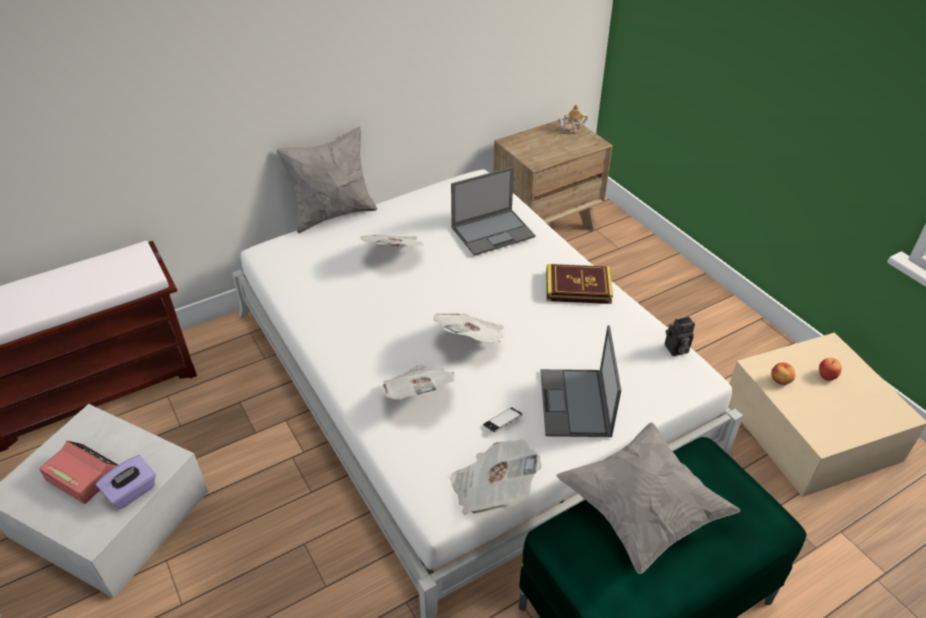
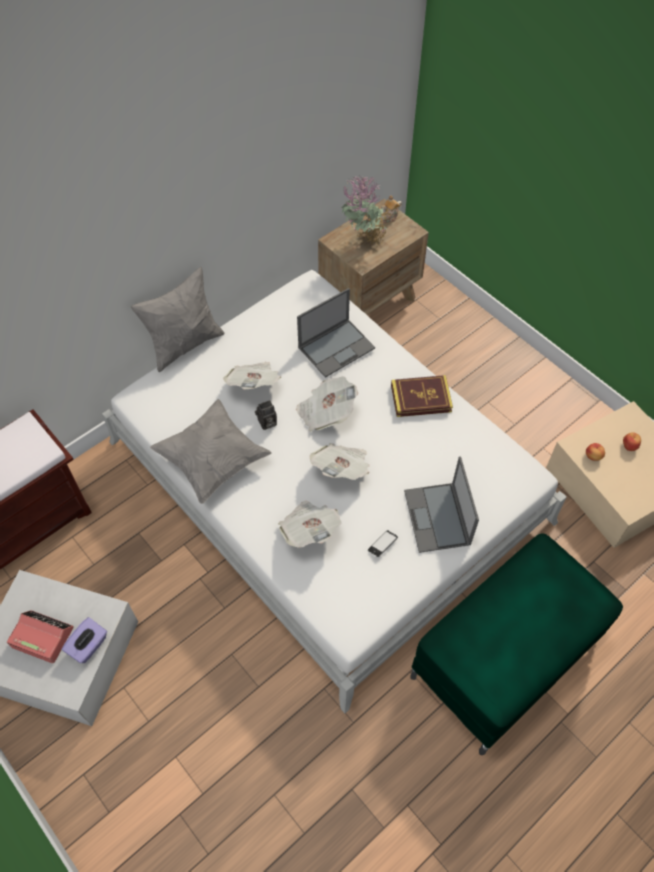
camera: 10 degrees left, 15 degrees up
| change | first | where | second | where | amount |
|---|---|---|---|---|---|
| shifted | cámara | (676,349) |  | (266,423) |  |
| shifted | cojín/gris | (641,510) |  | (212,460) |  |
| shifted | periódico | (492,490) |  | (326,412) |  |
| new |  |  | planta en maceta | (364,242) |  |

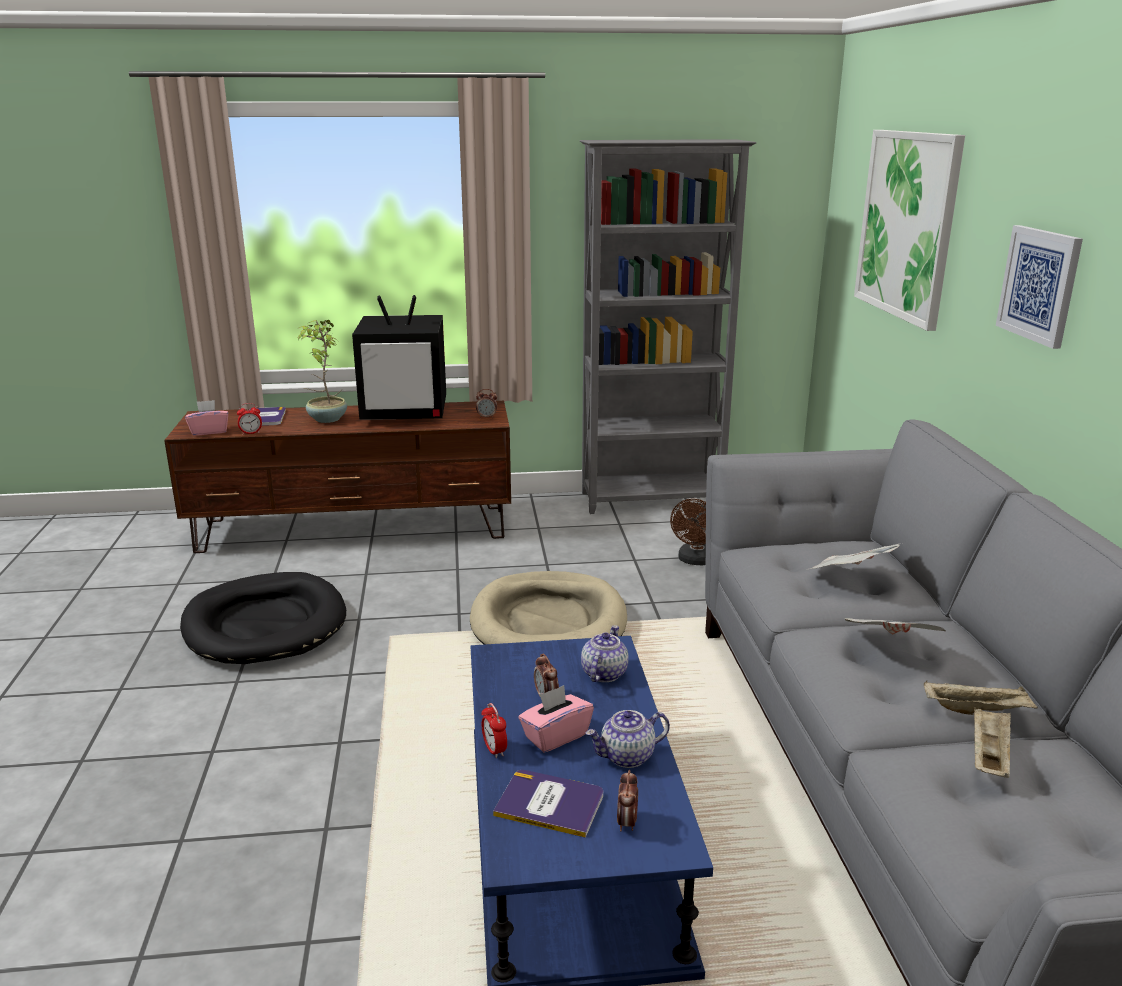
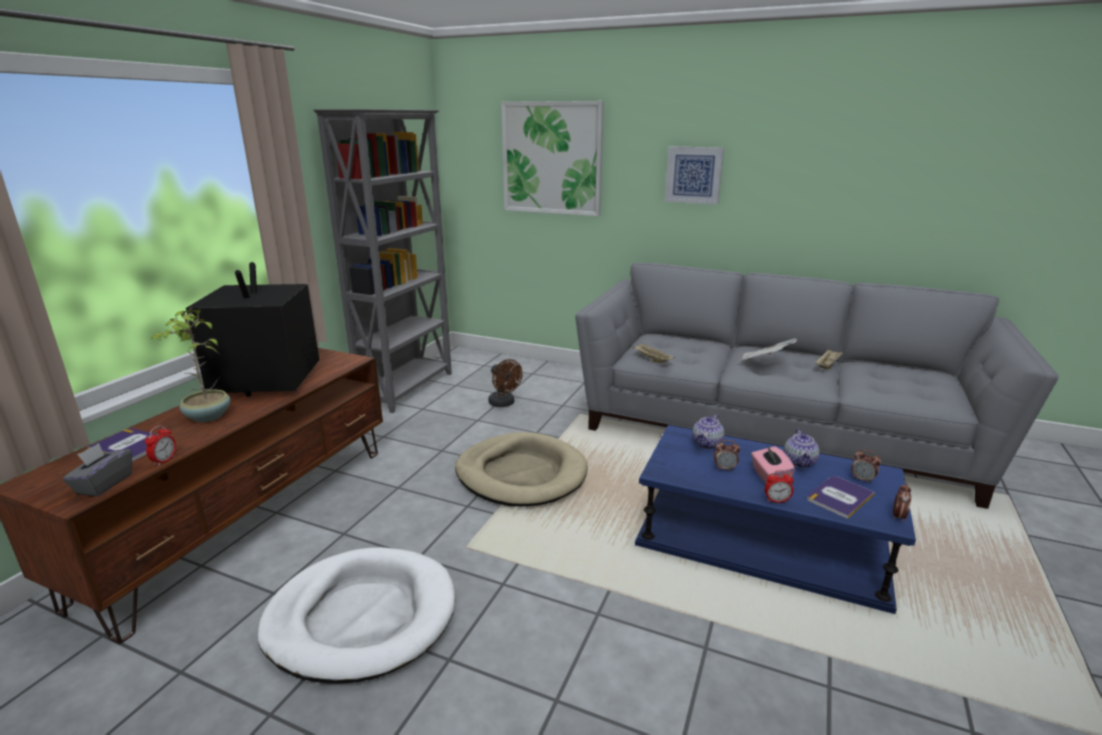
camera: 60 degrees left, 0 degrees up
| change | first | where | second | where | amount |
|---|---|---|---|---|---|
| rotated | televisor | (406,413) |  | (266,382) | 150 degrees clockwise |
| shifted | despertador | (487,417) |  | (898,516) |  |
| repainted | caja de pañuelos/rosa | (209,431) | caja de pañuelos/gris | (104,484) |  |
| gone | periódico | (851,577) |  |  |  |
| repainted | cama para perro/negro | (265,624) | cama para perro/blanco | (361,617) |  |
| rotated | tetera | (603,673) |  | (707,444) | 105 degrees counterclockwise |
| shifted | bandeja/beis | (988,756) |  | (652,360) |  |

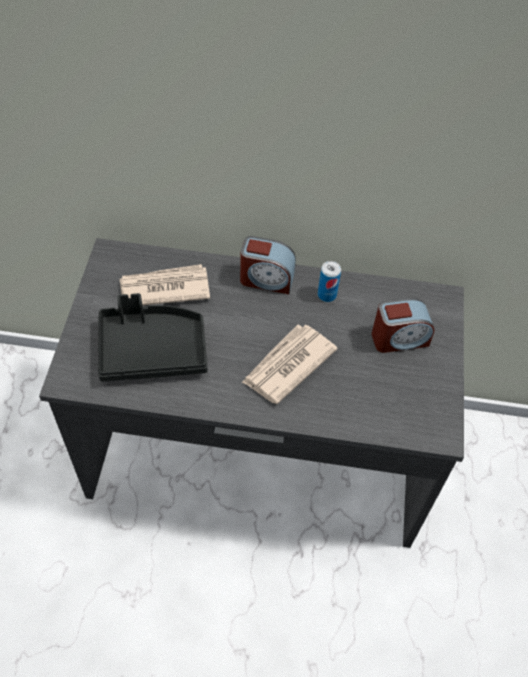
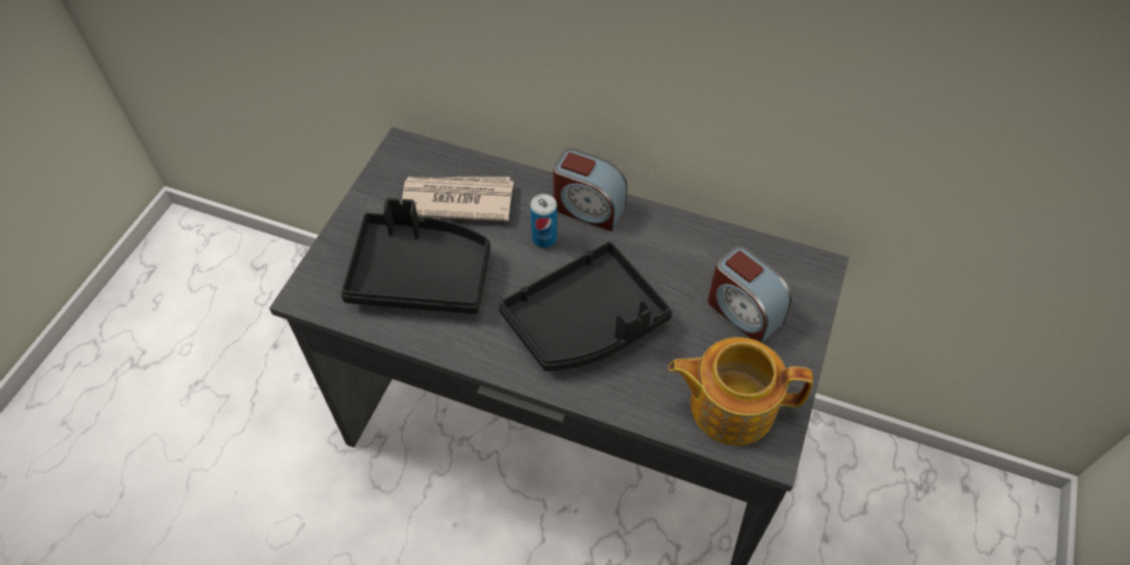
camera: 15 degrees right, 0 degrees up
| change | first | where | second | where | amount |
|---|---|---|---|---|---|
| shifted | lata | (327,295) |  | (544,238) |  |
| rotated | despertador | (399,338) |  | (743,311) | 45 degrees clockwise |
| swapped | periódico | (287,365) | bandeja/negro | (586,322) |  |
| new |  |  | tetera | (730,405) |  |

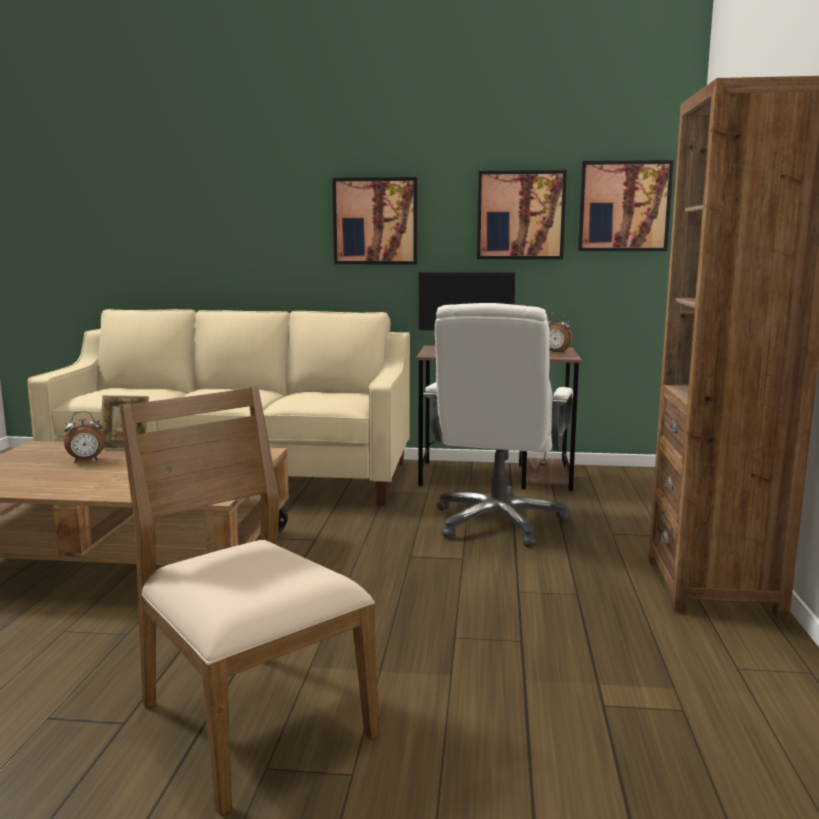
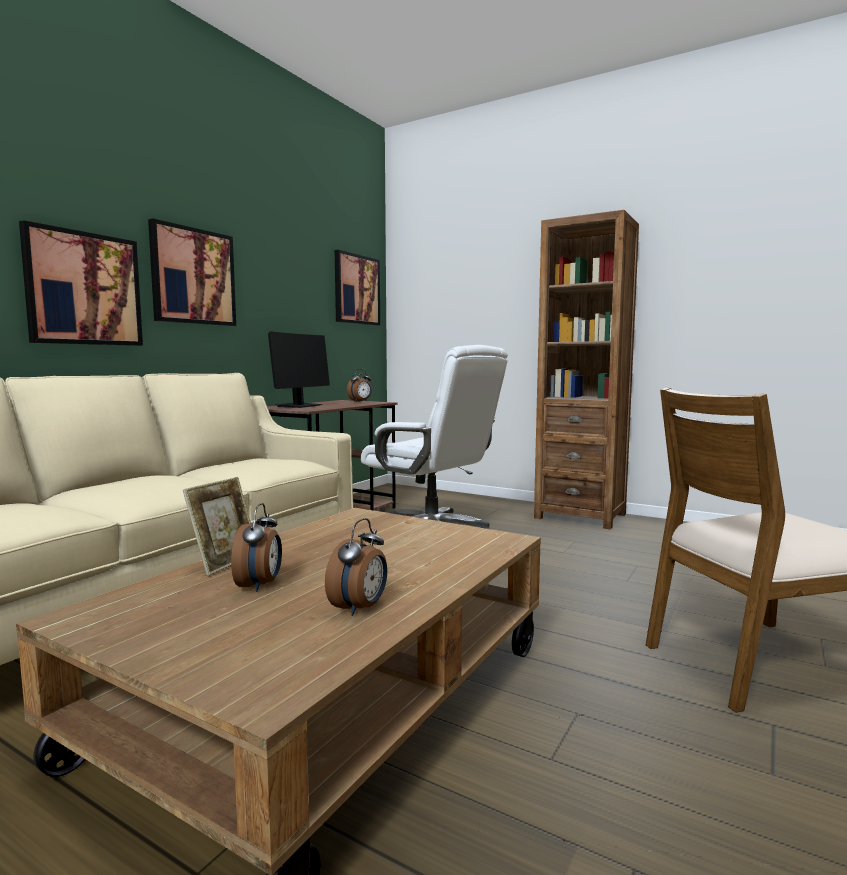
camera: 65 degrees left, 5 degrees down
| change | first | where | second | where | amount |
|---|---|---|---|---|---|
| shifted | cuadro | (520,215) |  | (84,289) |  |
| new |  |  | despertador | (360,608) |  |

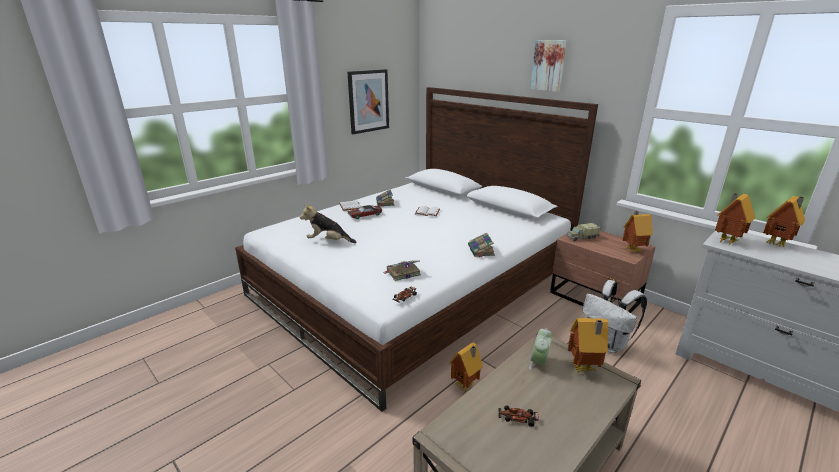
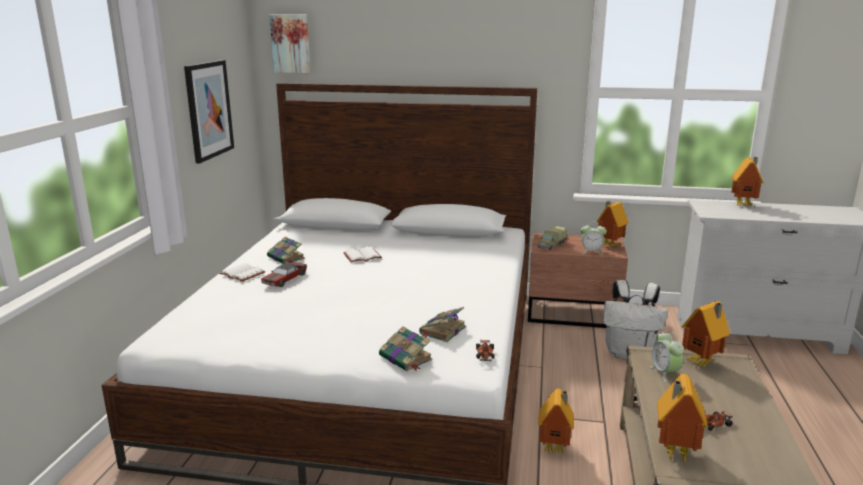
camera: 35 degrees left, 5 degrees down
| change | first | where | second | where | amount |
|---|---|---|---|---|---|
| shifted | cuadro | (548,65) |  | (291,43) |  |
| shifted | casita | (726,241) |  | (673,452) |  |
| gone | peluche | (328,241) |  |  |  |
| shifted | libro | (481,251) |  | (406,358) |  |
| new |  |  | despertador | (591,252) |  |

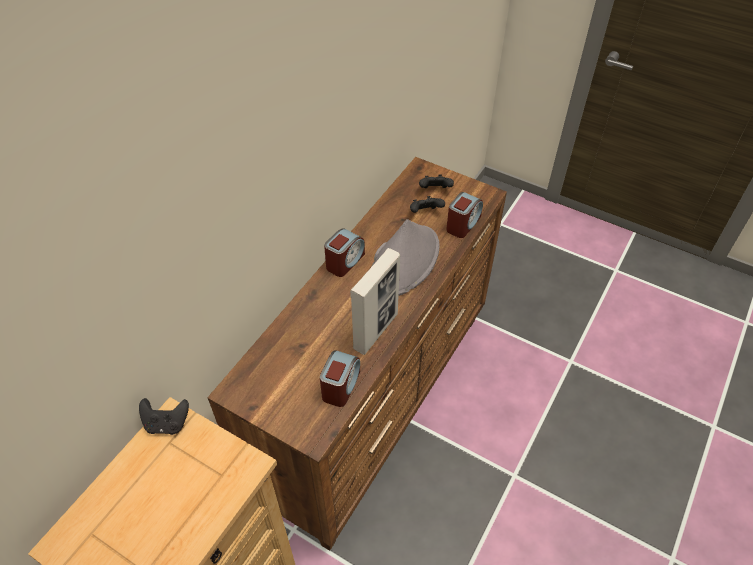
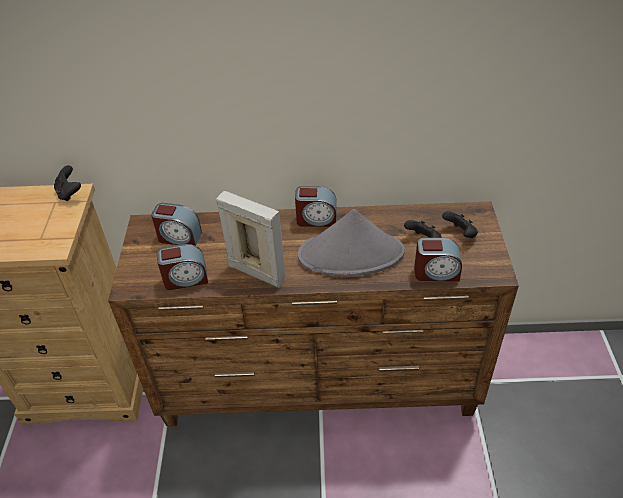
camera: 60 degrees right, 5 degrees down
| change | first | where | second | where | amount |
|---|---|---|---|---|---|
| rotated | portarretratos | (375,331) |  | (256,273) | 150 degrees counterclockwise |
| new |  |  | despertador | (179,237) |  |

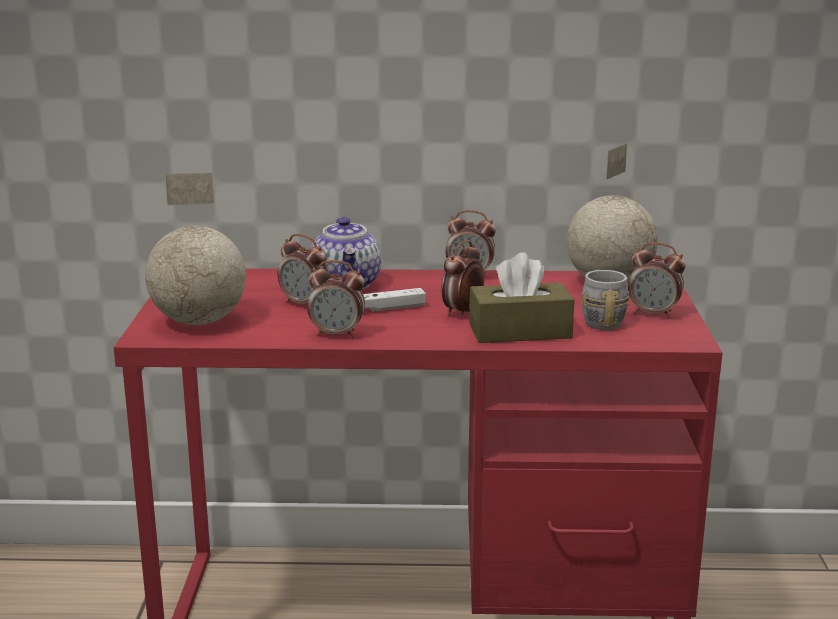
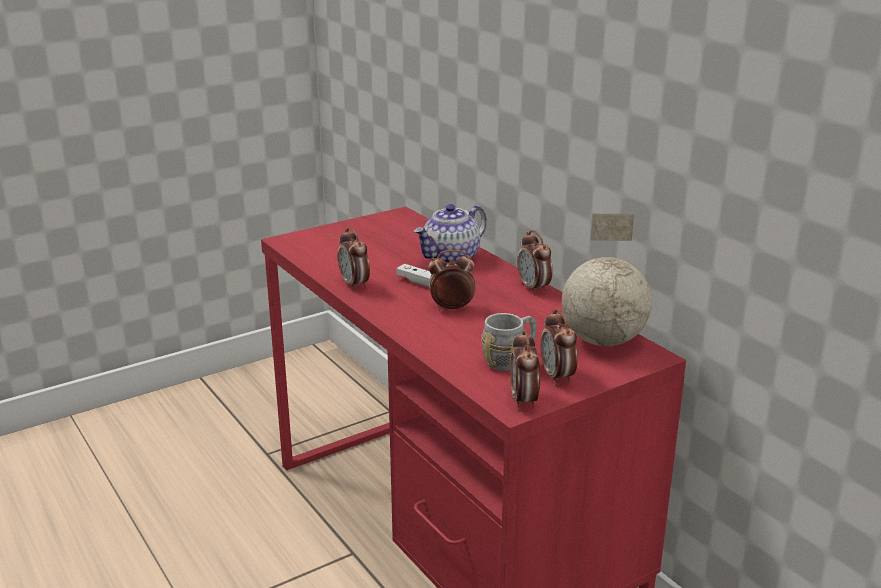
camera: 55 degrees right, 5 degrees up
| change | first | where | second | where | amount |
|---|---|---|---|---|---|
| gone | globo terráqueo | (200,322) |  |  |  |
| shifted | despertador | (305,304) |  | (524,401) |  |
| gone | caja de pañuelos/marrón | (520,331) |  |  |  |

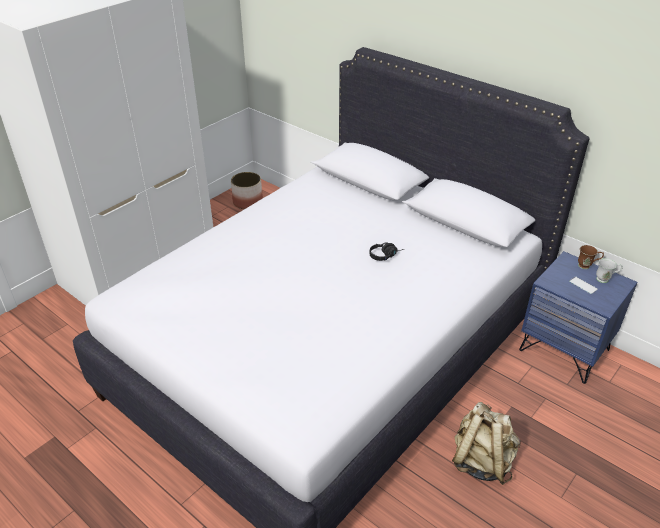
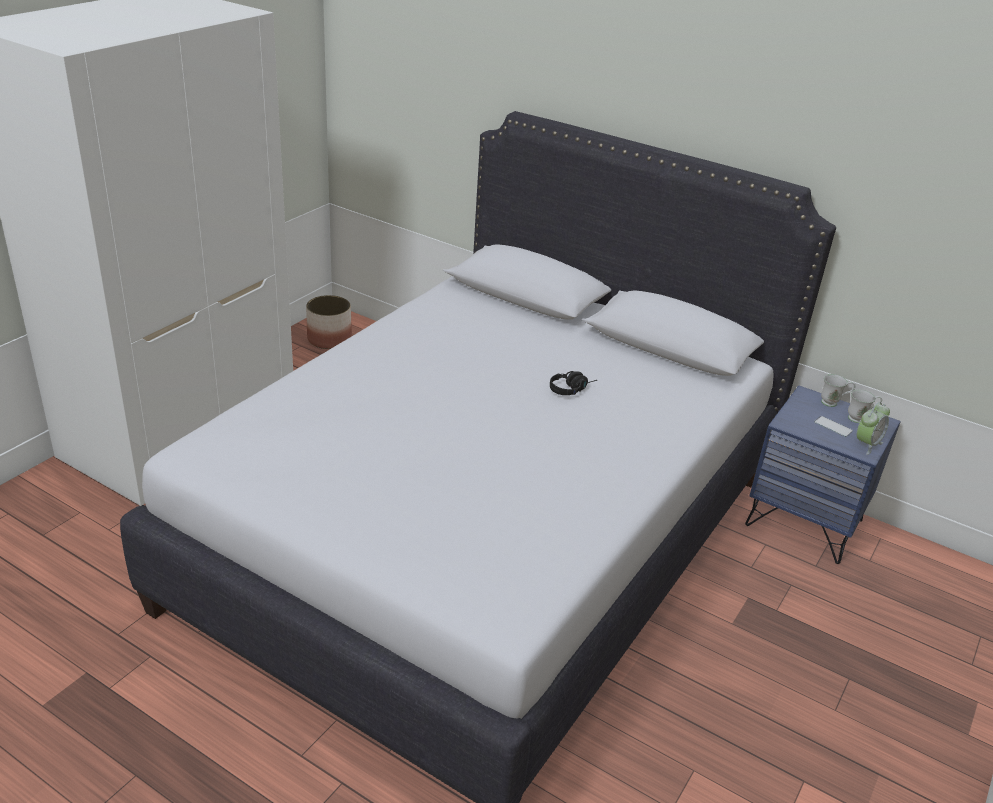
camera: 10 degrees left, 5 degrees down
| change | first | where | second | where | amount |
|---|---|---|---|---|---|
| repainted | taza grande/marrón | (587,266) | taza grande/blanco | (833,403) |  |
| gone | mochila/beis | (481,461) |  |  |  |
| new |  |  | despertador | (867,444) |  |

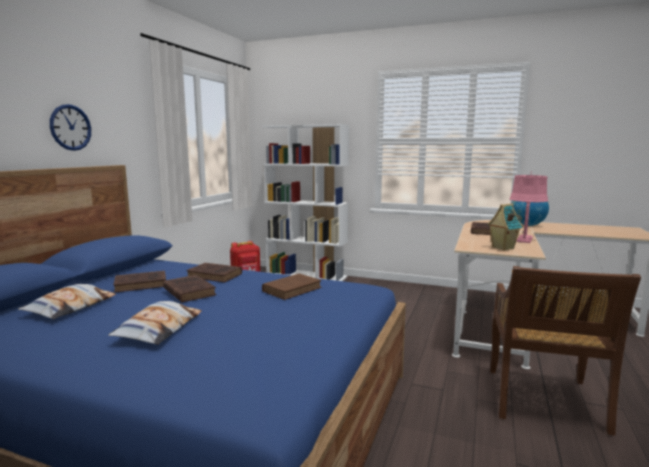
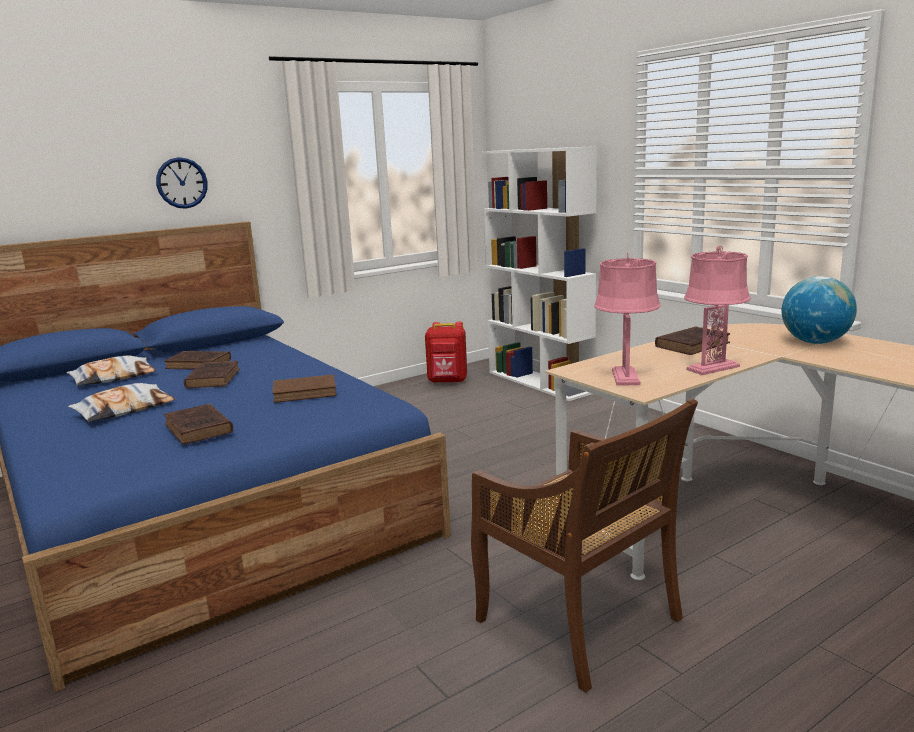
camera: 35 degrees right, 5 degrees up
| change | first | where | second | where | amount |
|---|---|---|---|---|---|
| swapped | casita | (502,248) | lámpara de mesa/rosa | (625,377) |  |
| shifted | libro/marrón | (216,275) |  | (199,429) |  |
| rotated | silla/marrón | (544,401) |  | (580,622) | 90 degrees counterclockwise |

